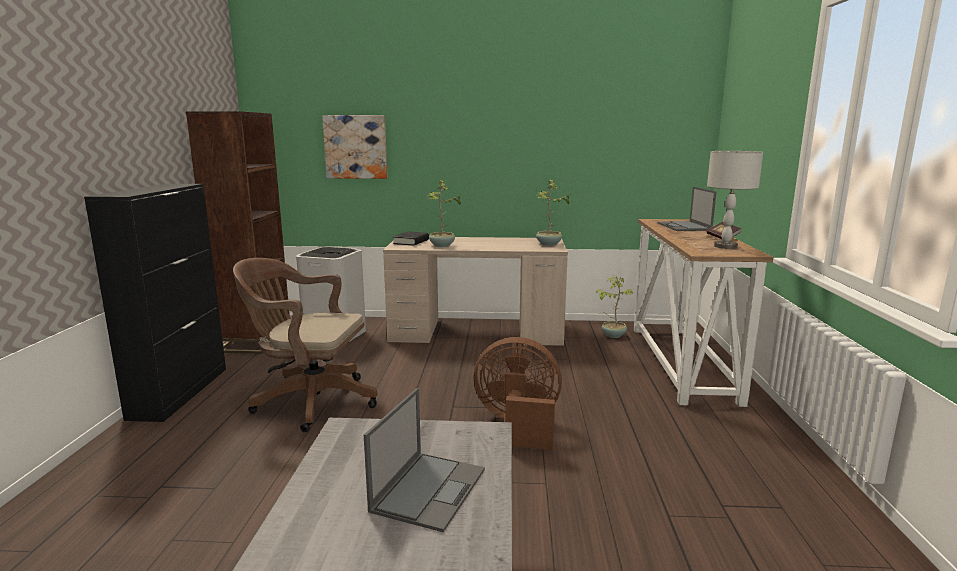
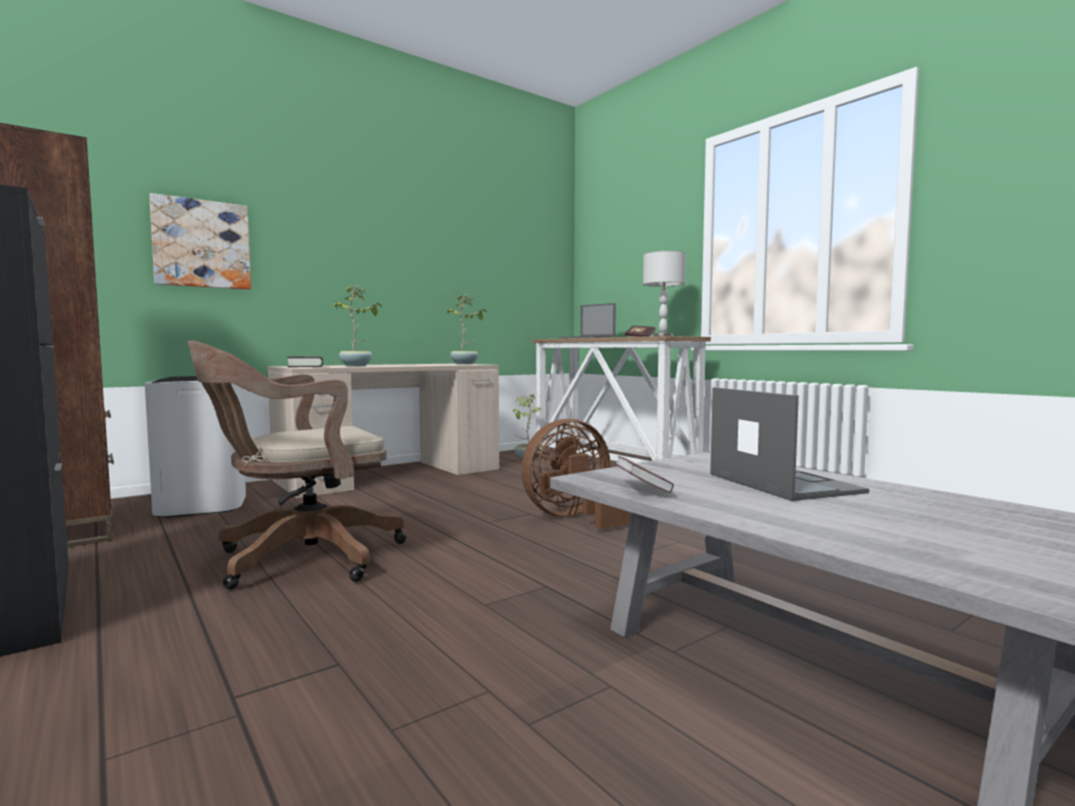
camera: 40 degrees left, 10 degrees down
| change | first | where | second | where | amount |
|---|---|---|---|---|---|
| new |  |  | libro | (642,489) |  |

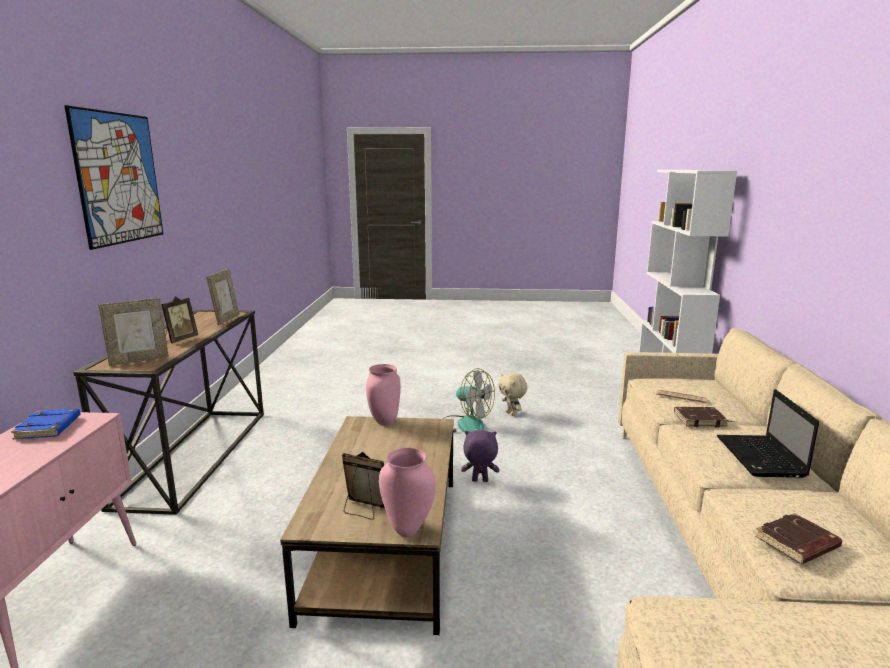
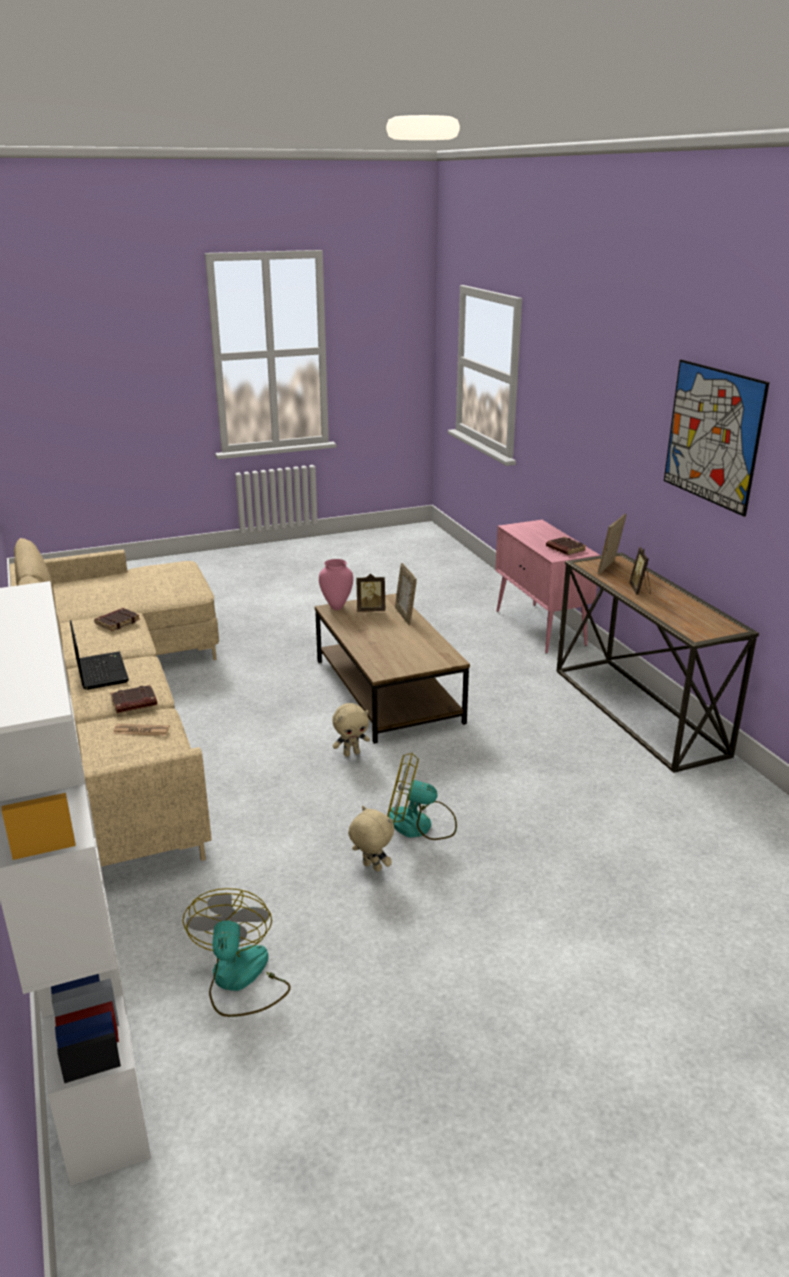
camera: 155 degrees right, 10 degrees up
| change | first | where | second | where | amount |
|---|---|---|---|---|---|
| shifted | portarretratos | (226,319) |  | (405,616) |  |
| gone | florero/rosa | (384,422) |  |  |  |
| repainted | libro/azul | (49,428) | libro/marrón | (564,549) |  |
| repainted | peluche/morado | (479,481) | peluche/beis | (351,753) |  |
| new |  |  | ventilador | (240,980) |  |

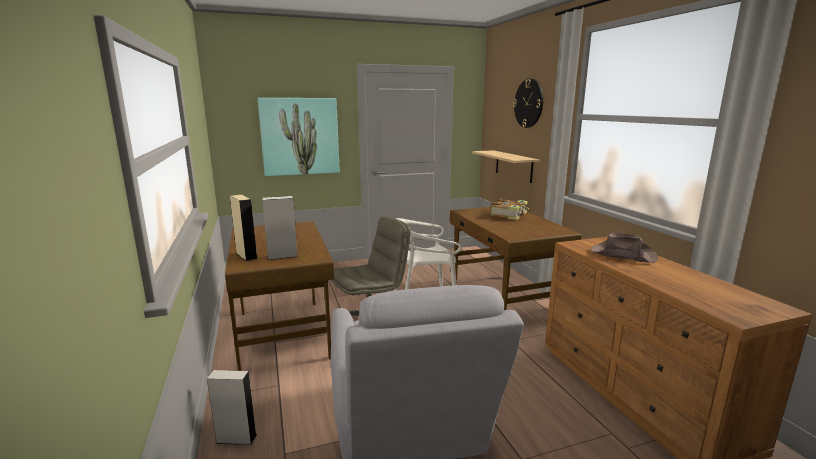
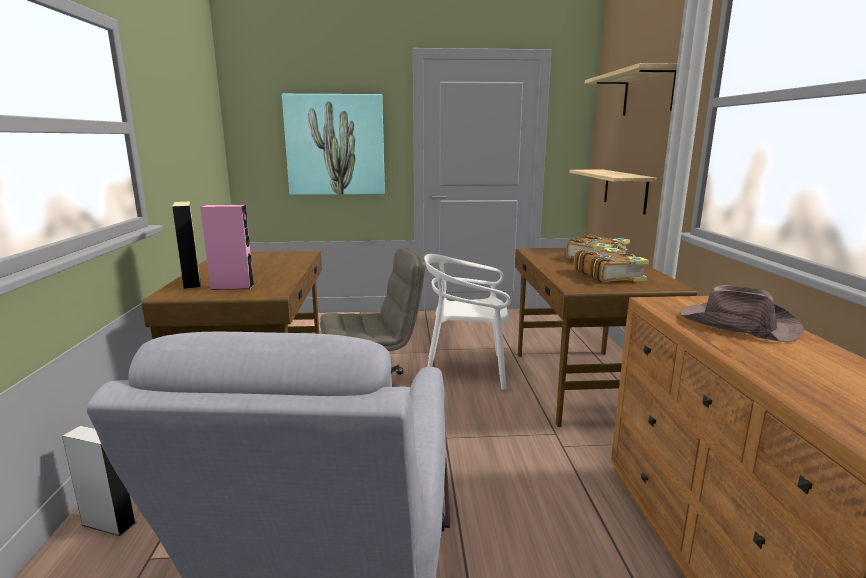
camera: 15 degrees right, 0 degrees up
| change | first | where | second | where | amount |
|---|---|---|---|---|---|
| swapped | reloj de pared | (529,103) | estante | (648,93) |  |
| repainted | altavoz/gris | (282,256) | altavoz/rosa | (232,287) |  |
| new |  |  | libro | (608,275) |  |

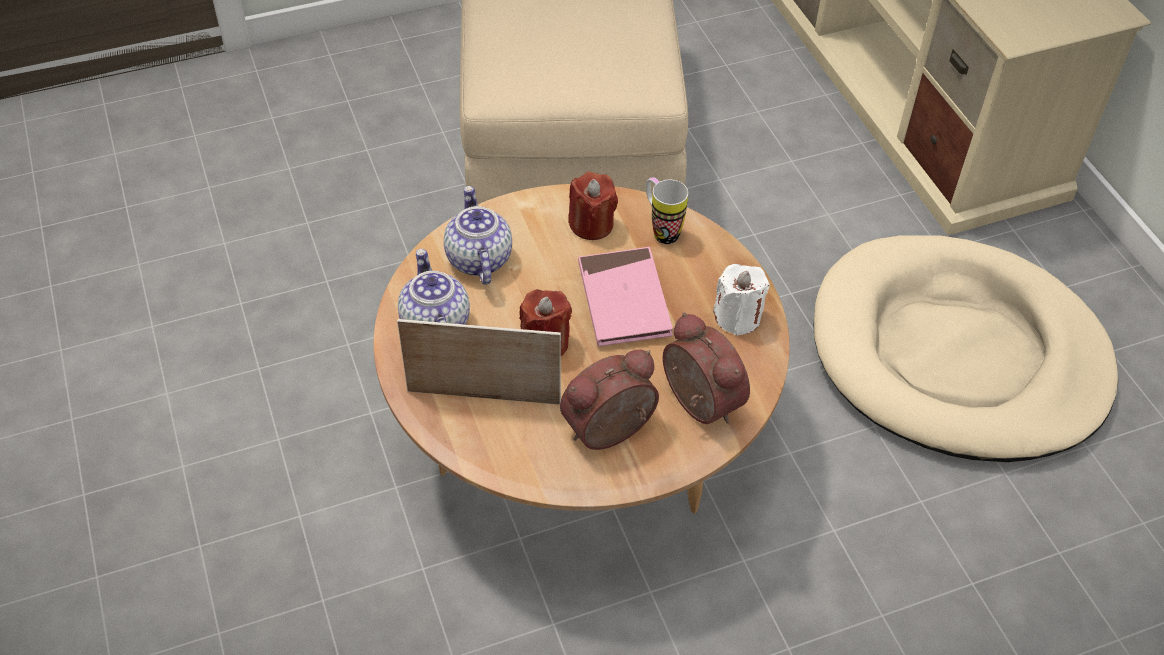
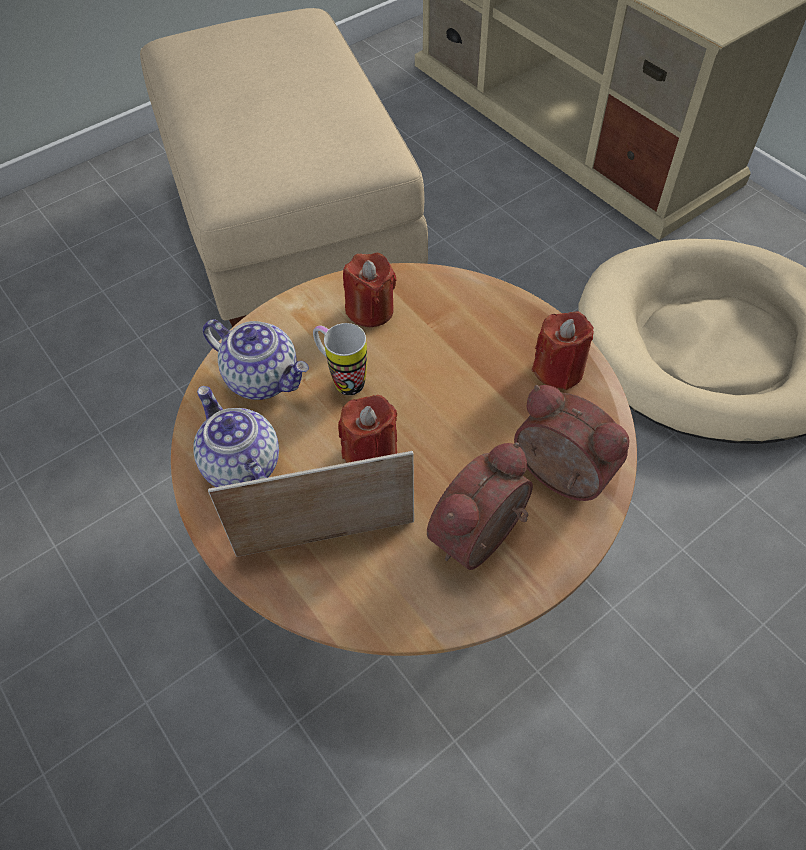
camera: 15 degrees left, 5 degrees up
| change | first | where | second | where | amount |
|---|---|---|---|---|---|
| shifted | taza grande | (661,230) |  | (342,379) |  |
| rotated | tetera | (477,259) |  | (263,378) | 150 degrees clockwise |
| gone | libro/rosa | (624,301) |  |  |  |
| repainted | vela/blanco | (737,317) | vela/rojo | (558,370) |  |

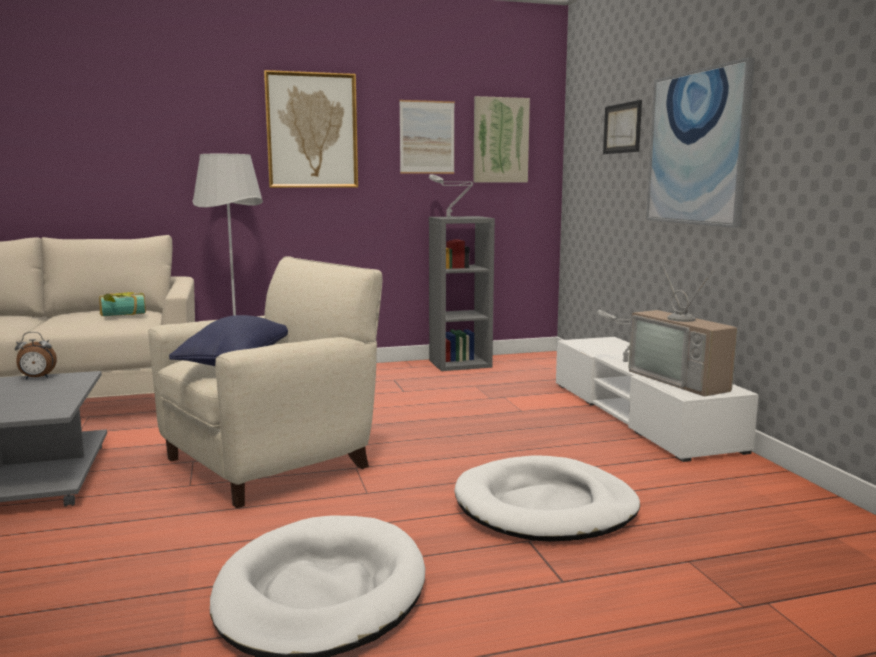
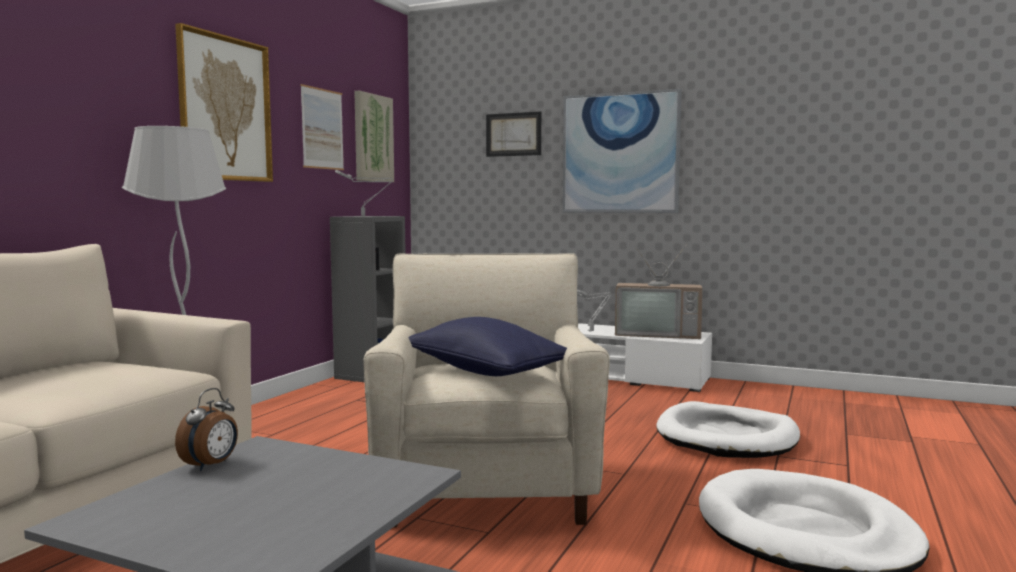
camera: 50 degrees left, 5 degrees down
| change | first | where | second | where | amount |
|---|---|---|---|---|---|
| gone | libro | (123,316) |  |  |  |

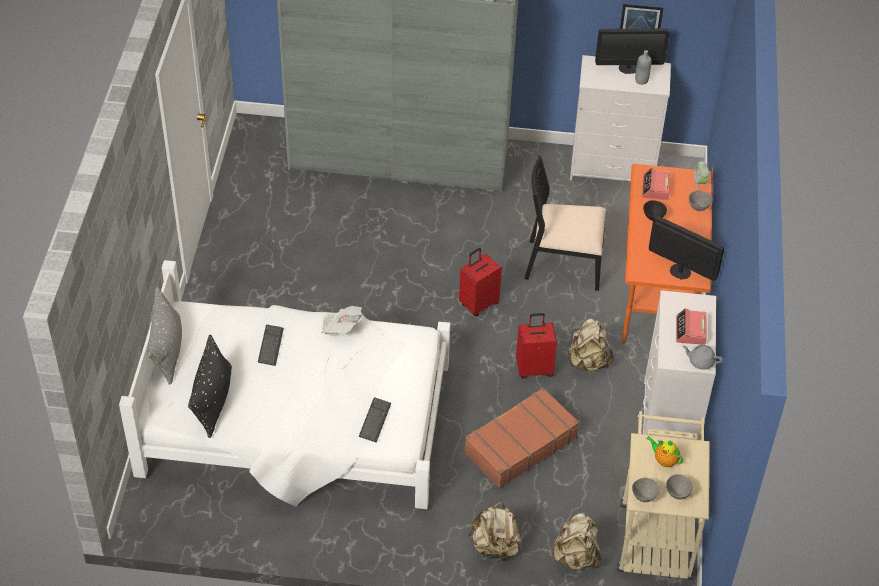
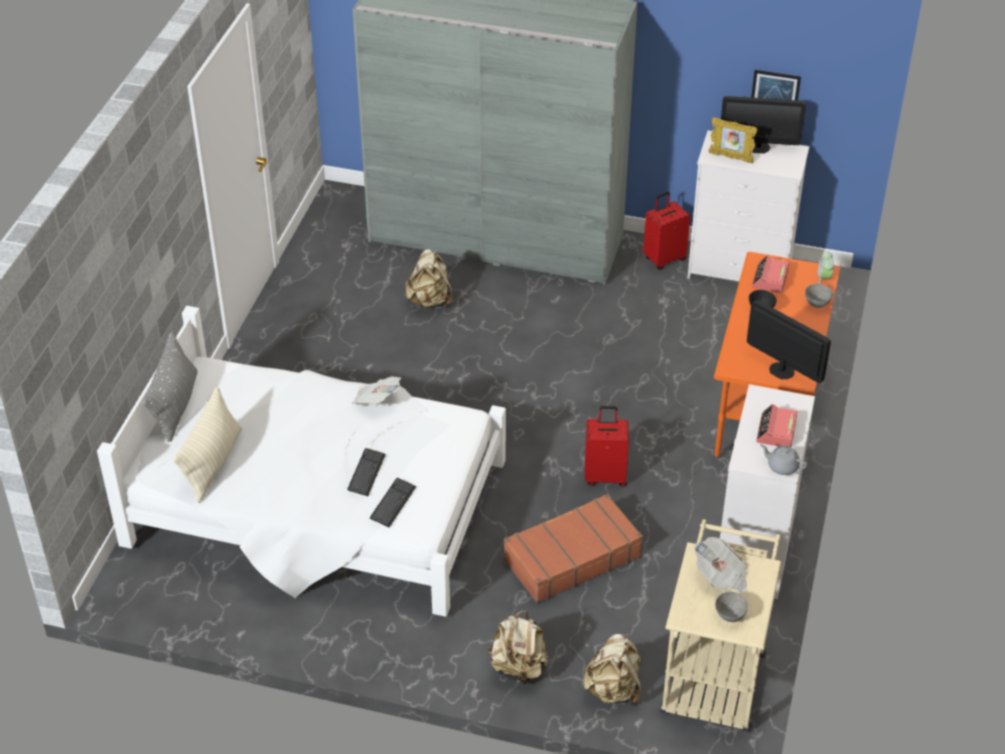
camera: 10 degrees right, 5 degrees down
| change | first | where | second | where | amount |
|---|---|---|---|---|---|
| gone | botella/gris | (641,80) |  |  |  |
| gone | silla/negro | (563,263) |  |  |  |
| shifted | maleta/rojo | (478,303) |  | (664,259) |  |
| shifted | mochila/beis | (588,362) |  | (430,301) |  |
| shifted | teclado | (270,346) |  | (366,473) |  |
| repainted | cojín/negro | (213,400) | cojín/beis | (213,463) |  |
| swapped | tetera | (664,460) | periódico | (721,576) |  |
| gone | cuenco/gris | (644,497) |  |  |  |
| new |  |  | portarretratos | (730,158) |  |

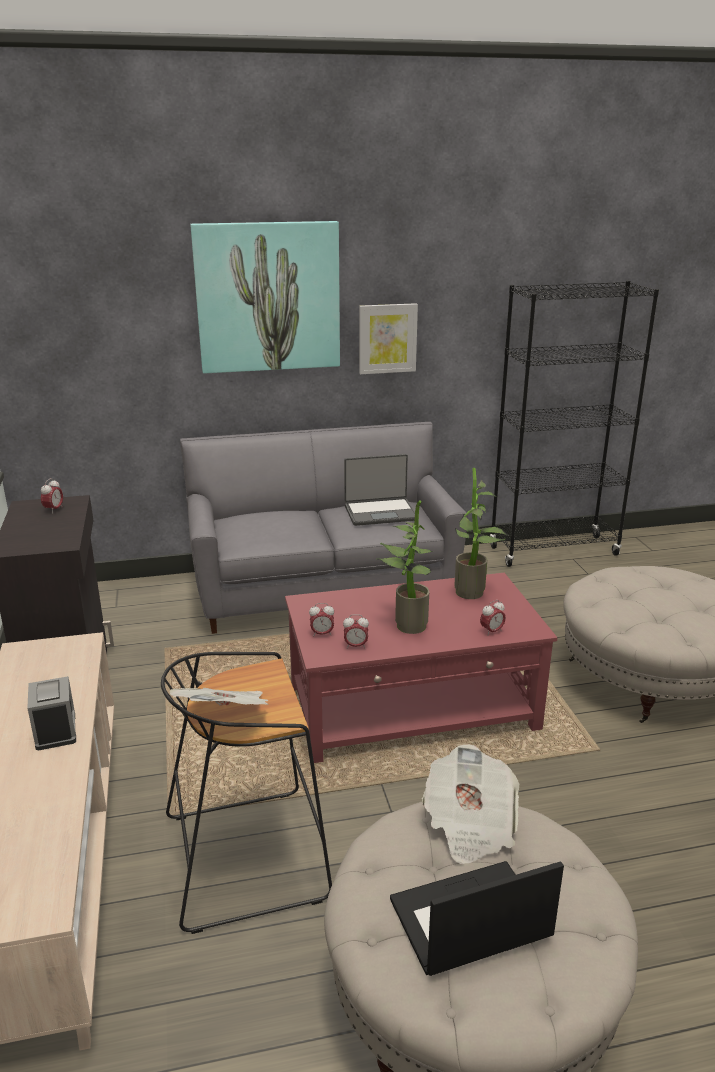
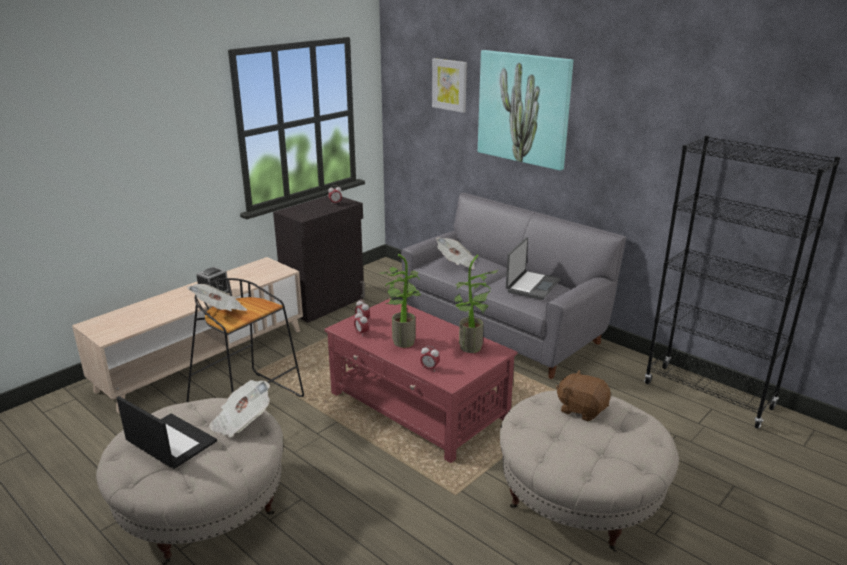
camera: 55 degrees right, 0 degrees up
| change | first | where | second | where | amount |
|---|---|---|---|---|---|
| shifted | cuadro | (387,338) |  | (450,85) |  |
| rotated | portátil | (380,512) |  | (531,286) | 105 degrees counterclockwise |
| new |  |  | periódico | (456,263) |  |
| new |  |  | peluche/marrón | (581,409) |  |

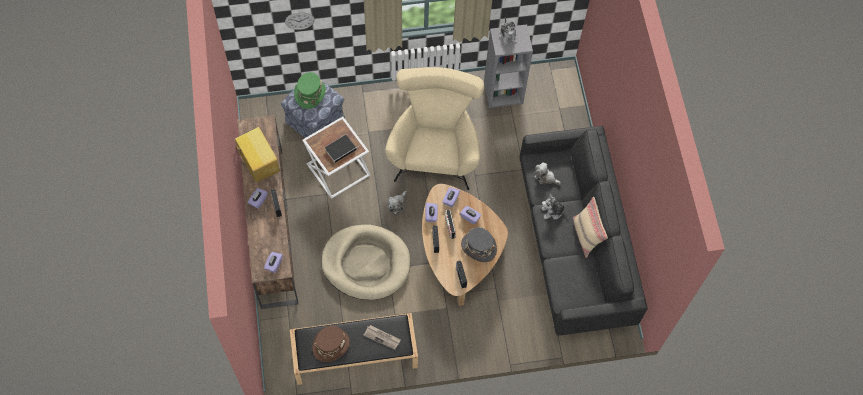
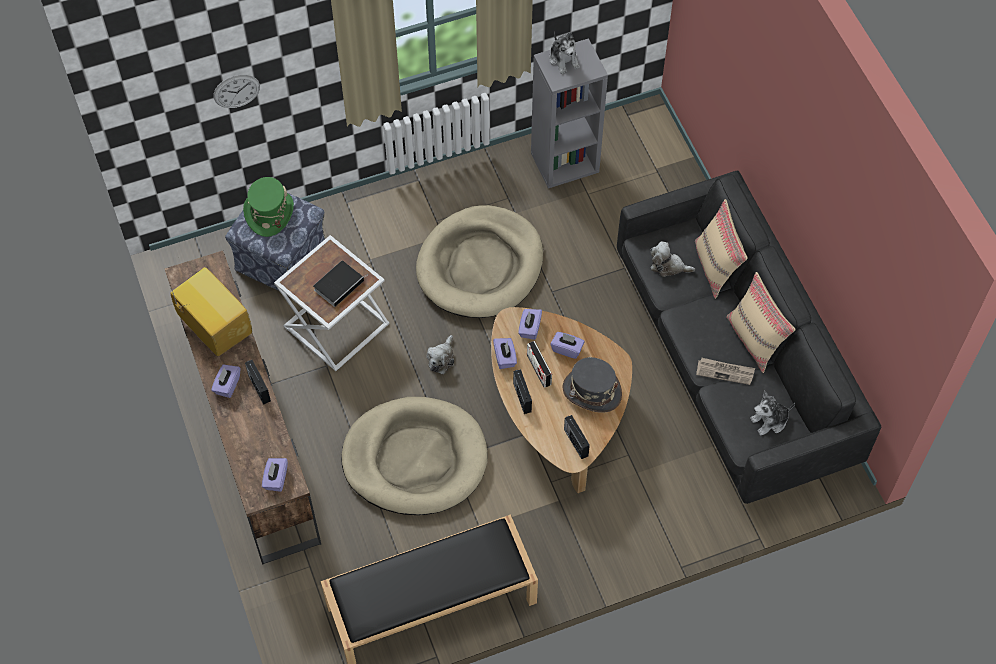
camera: 10 degrees left, 5 degrees down
| change | first | where | second | where | amount |
|---|---|---|---|---|---|
| swapped | sillón/beis | (434,149) | cama para perro/beis | (480,265) |  |
| shifted | peluche | (552,211) |  | (770,421) |  |
| shifted | periódico | (382,337) |  | (725,372) |  |
| gone | sombrero/marrón | (331,345) |  |  |  |
| new |  |  | cojín/beis | (716,267) |  |

